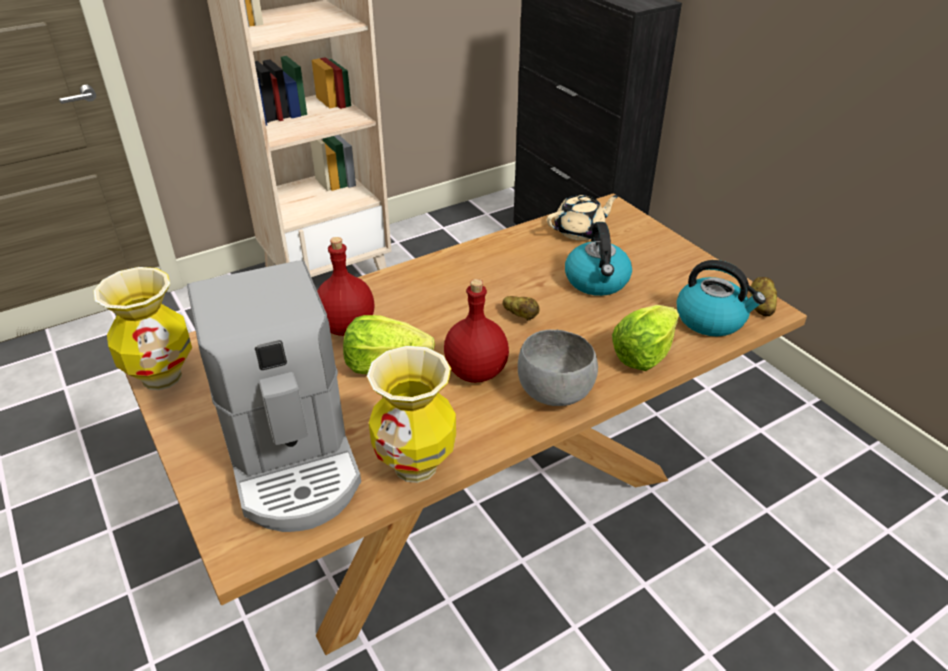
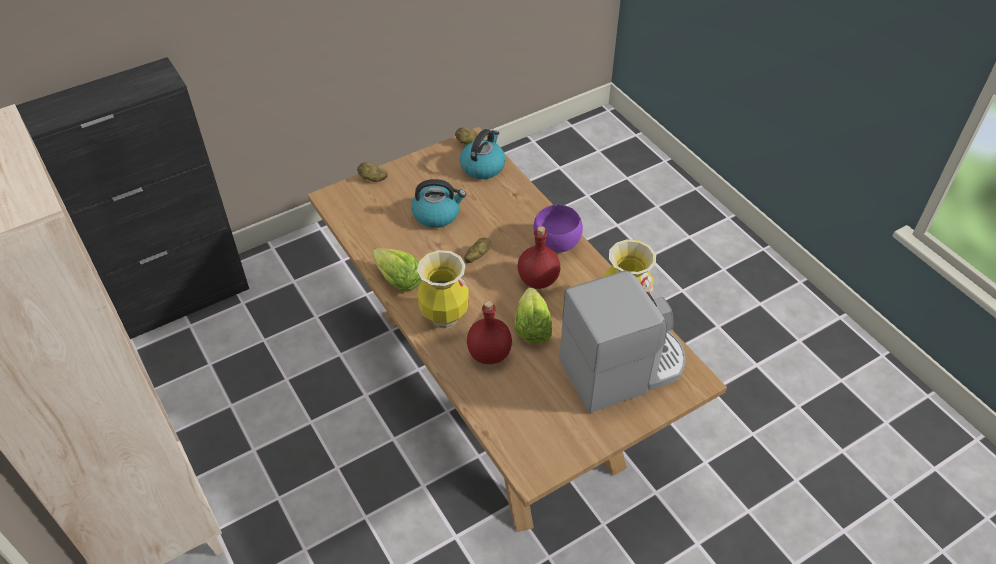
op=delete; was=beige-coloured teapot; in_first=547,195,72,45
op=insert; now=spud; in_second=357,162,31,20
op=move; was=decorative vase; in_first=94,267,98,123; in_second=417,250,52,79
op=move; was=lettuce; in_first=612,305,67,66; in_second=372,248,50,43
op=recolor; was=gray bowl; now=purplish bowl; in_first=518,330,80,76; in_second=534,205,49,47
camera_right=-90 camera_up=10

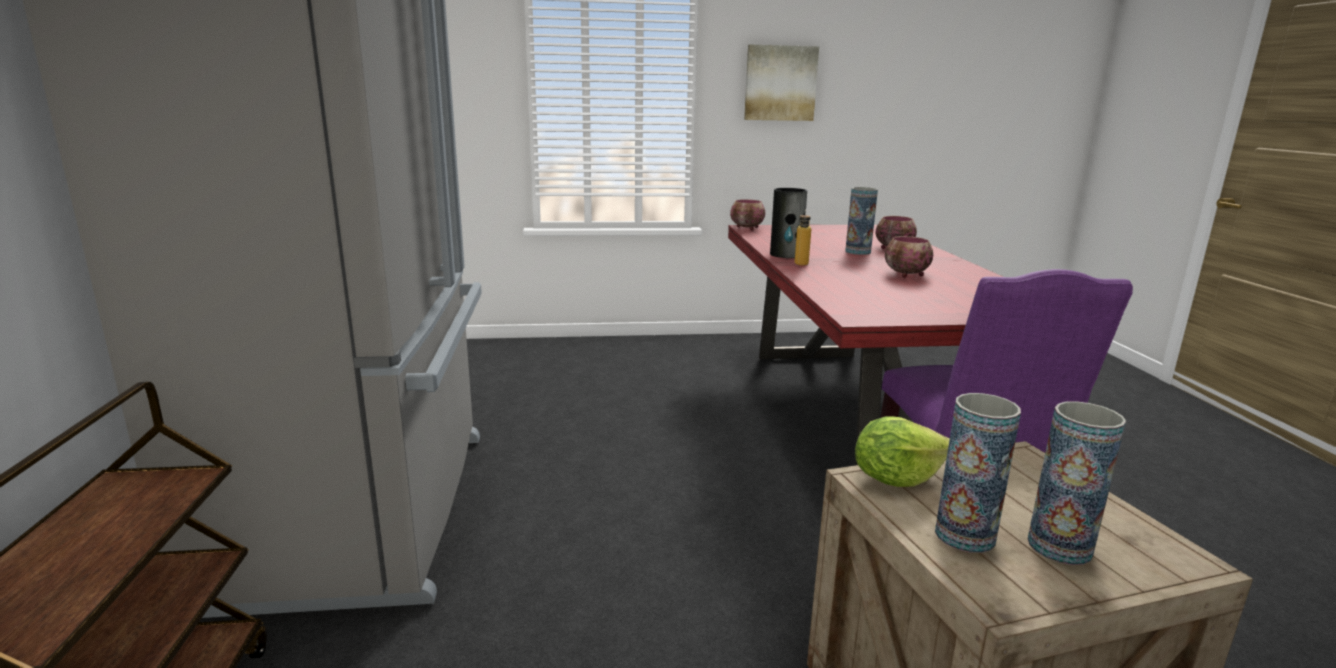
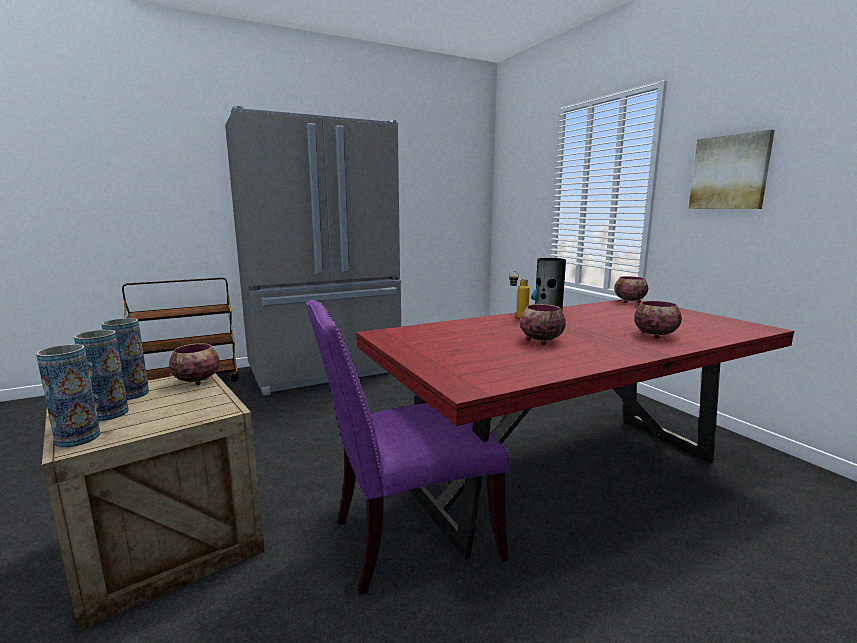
op=move; was=decorative vase; in_first=845,187,33,68; in_second=36,344,64,104
op=replace; was=lettuce; now=bowl; in_first=855,416,95,71; in_second=169,343,51,42
camera_right=70 camera_up=-5

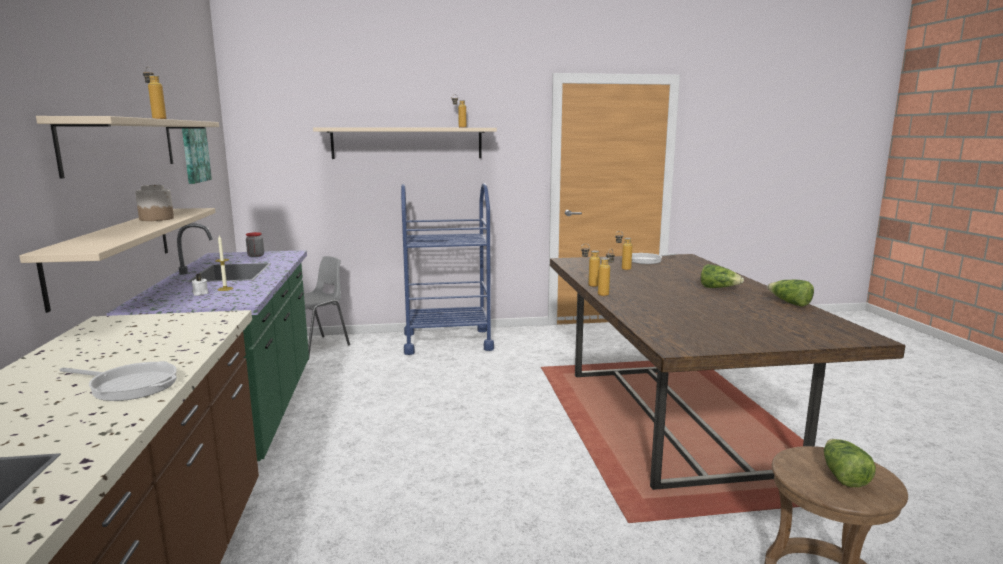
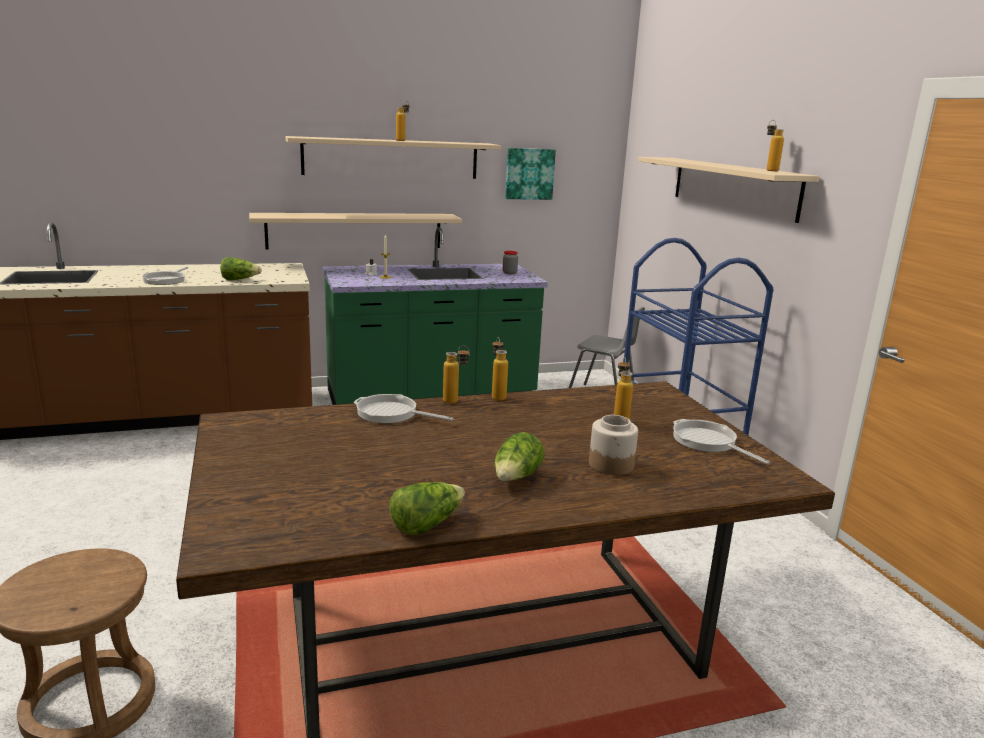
op=insert; now=pan; in_second=354,394,100,29
op=move; was=preserve jar; in_first=135,185,39,36; in_second=589,415,49,60
op=move; was=lettuce; in_first=824,439,52,48; in_second=221,257,41,23
camera_right=80 camera_up=5

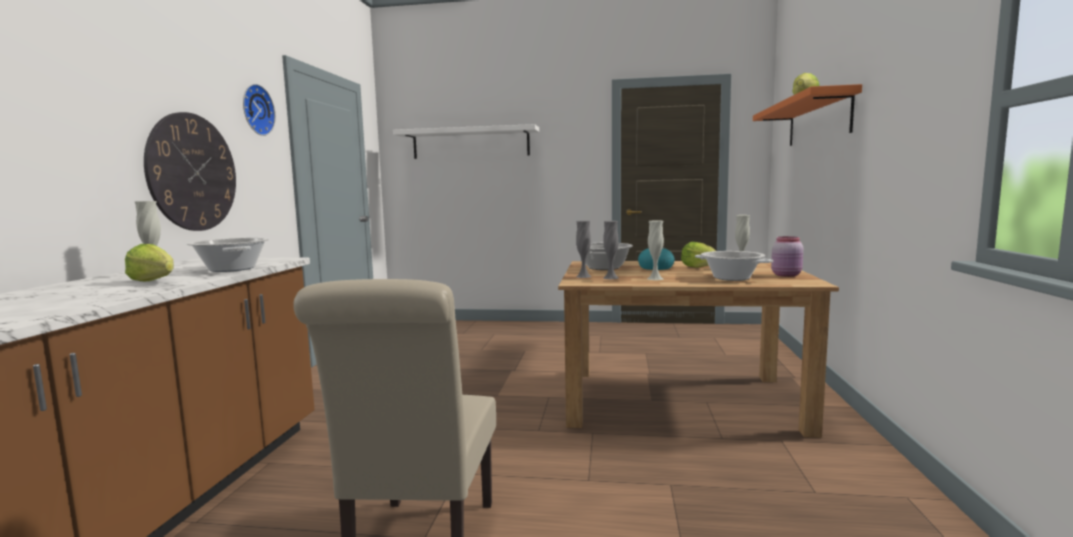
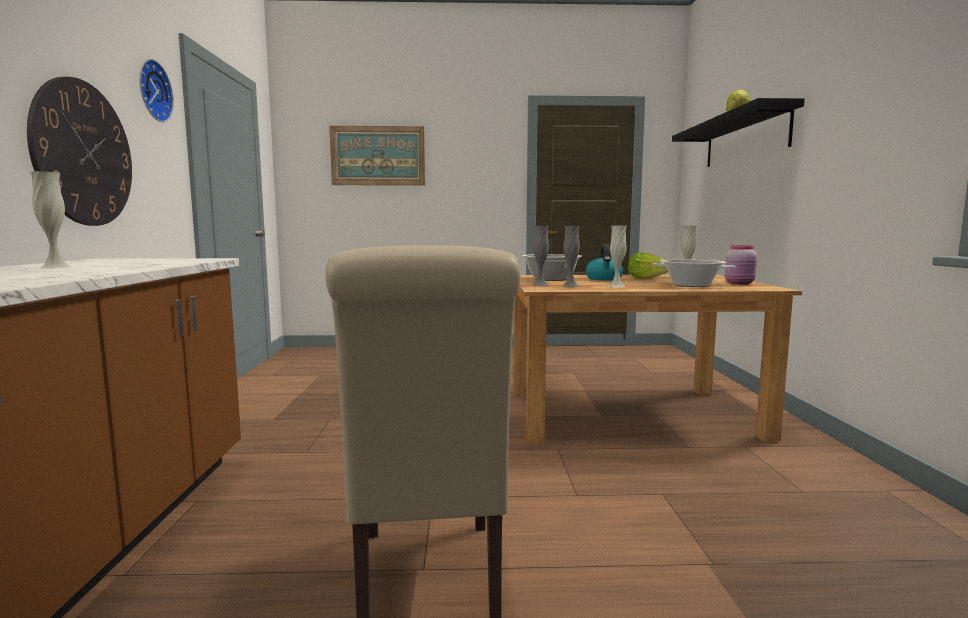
op=delete; was=lettuce; in_first=125,244,49,37
op=delete; was=cooking pot; in_first=187,237,82,35
op=replace; was=whitish wall shelf; now=picture; in_first=393,124,146,35; in_second=329,126,96,60
op=recolor; was=orange-coloured wall shelf; now=black-coloured wall shelf; in_first=753,84,109,62; in_second=672,98,133,69
camera_right=-10 camera_up=0

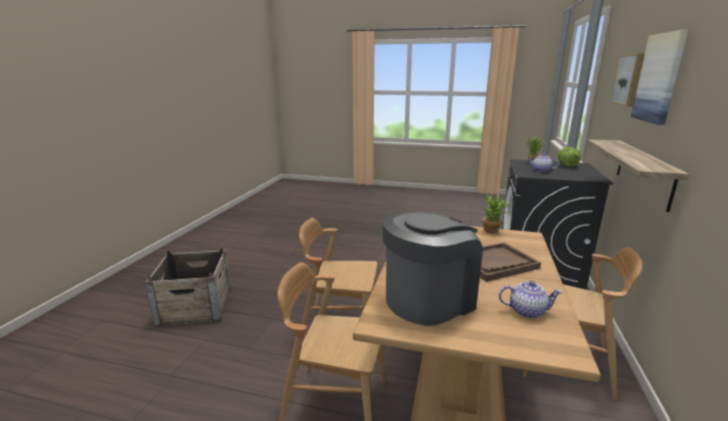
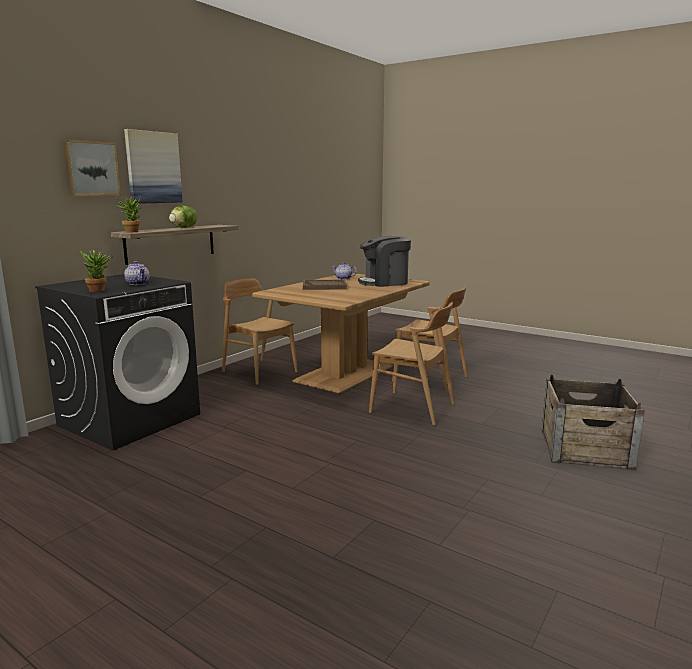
op=move; was=plant in a pot; in_first=482,193,31,40; in_second=116,196,25,36
op=move; was=lettuce; in_first=558,147,23,20; in_second=169,205,28,23
camera_right=-160 camera_up=-5

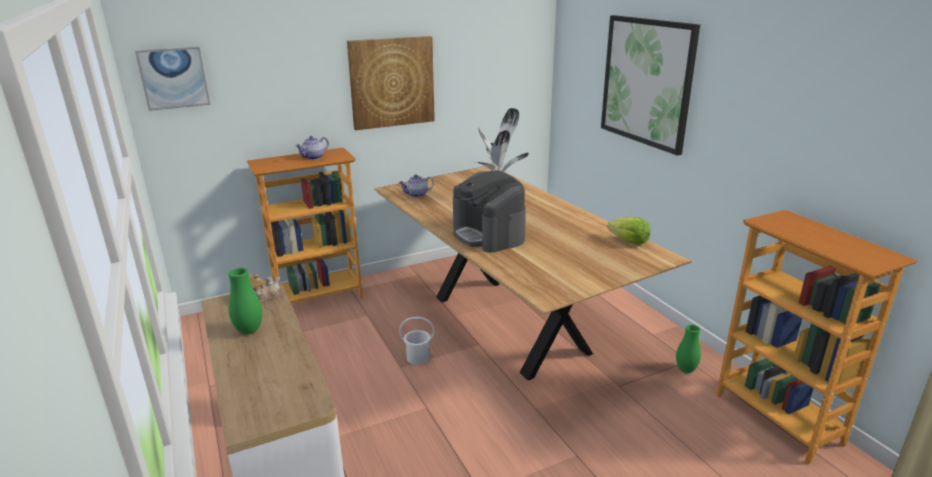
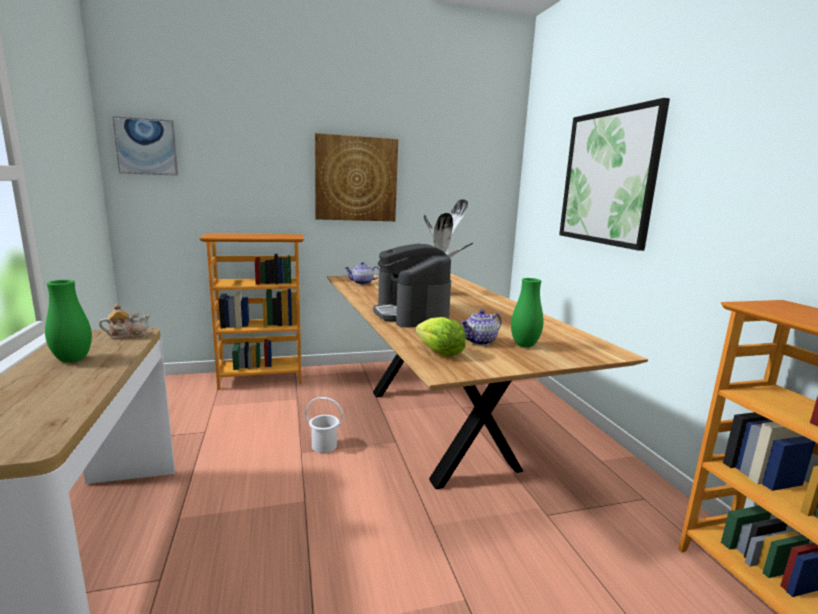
op=move; was=teapot; in_first=295,136,34,24; in_second=460,310,41,35
op=move; was=lettuce; in_first=607,217,43,28; in_second=415,317,51,40
op=move; was=green-coloured decorative vase; in_first=676,324,25,49; in_second=511,278,32,69
camera_right=10 camera_up=-10

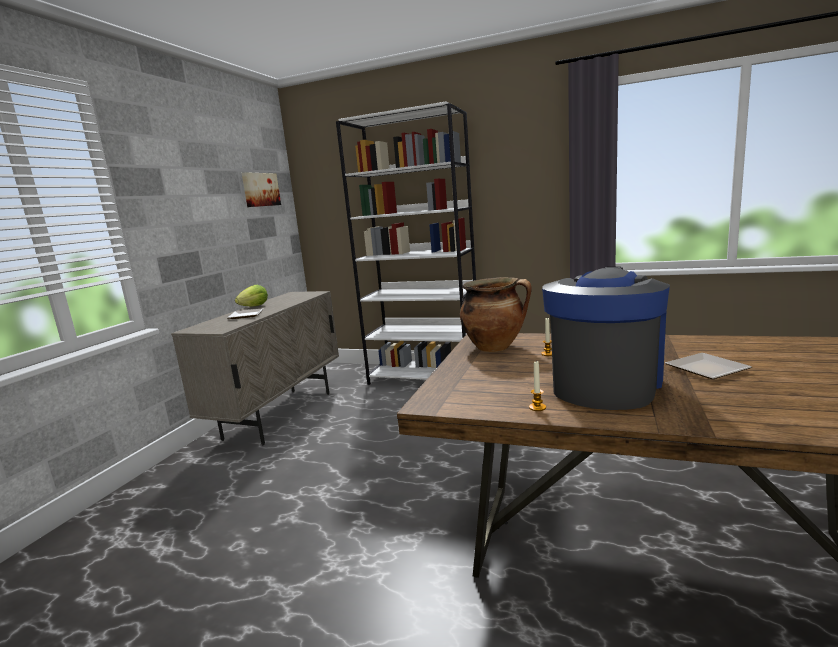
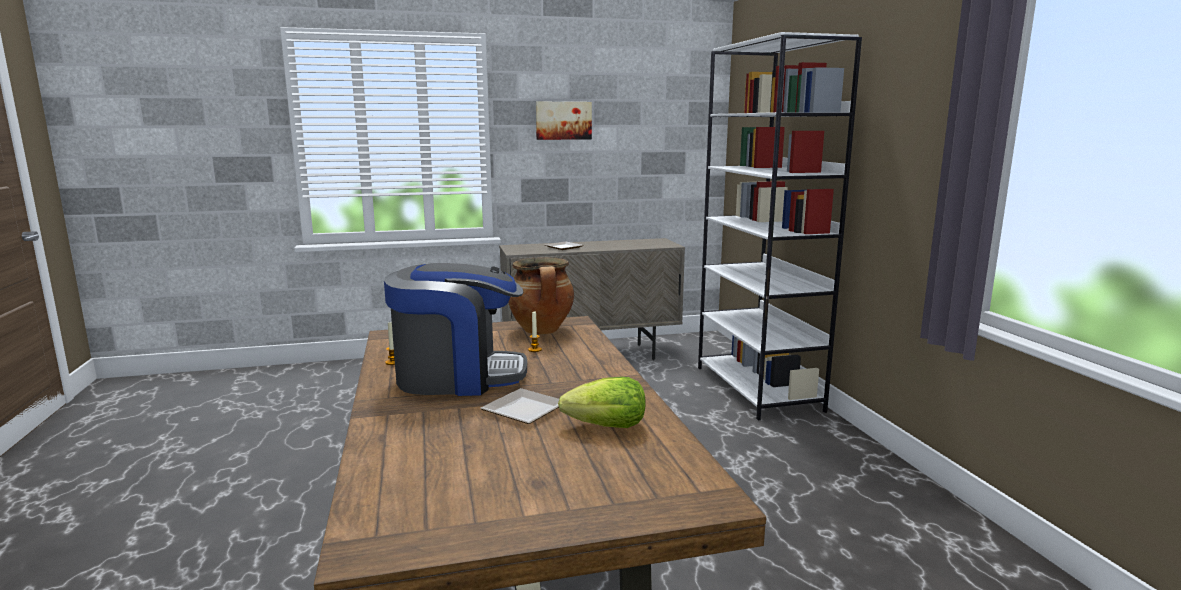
op=move; was=lettuce; in_first=235,285,33,21; in_second=558,377,88,51
op=move; was=picture; in_first=242,172,39,35; in_second=536,102,56,38
camera_right=55 camera_up=0

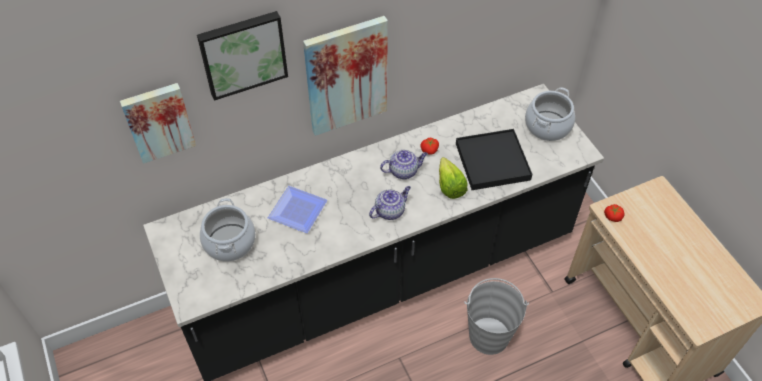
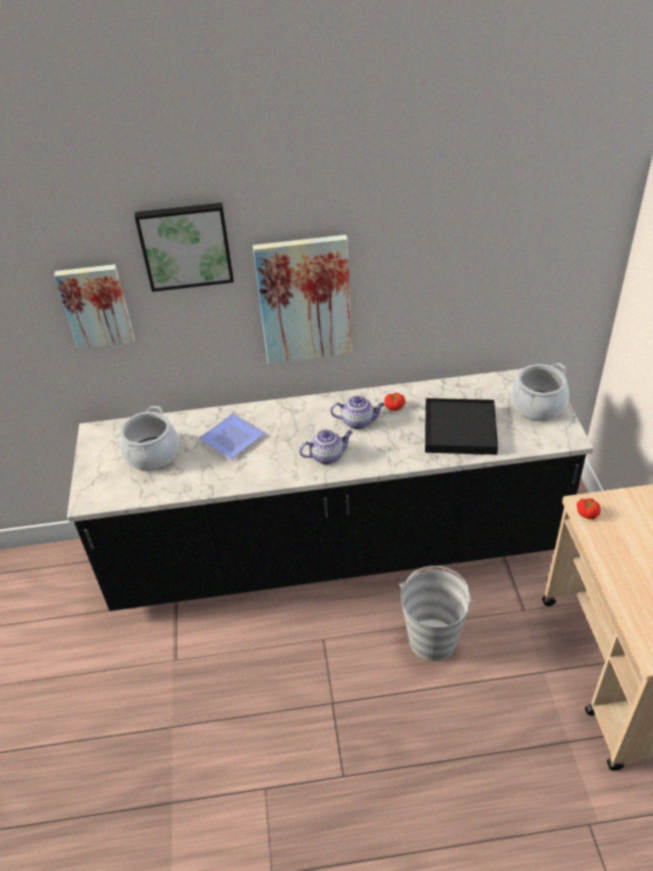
op=delete; was=lettuce; in_first=439,157,29,42
camera_right=20 camera_up=-10

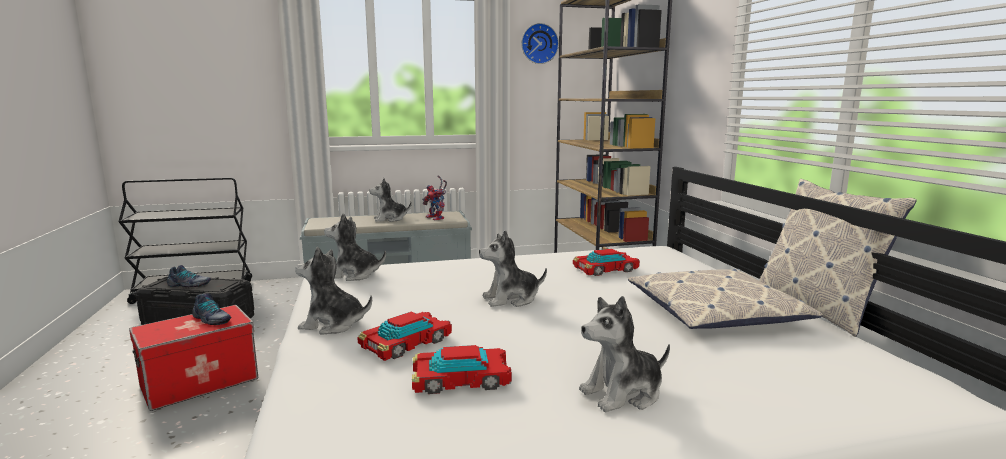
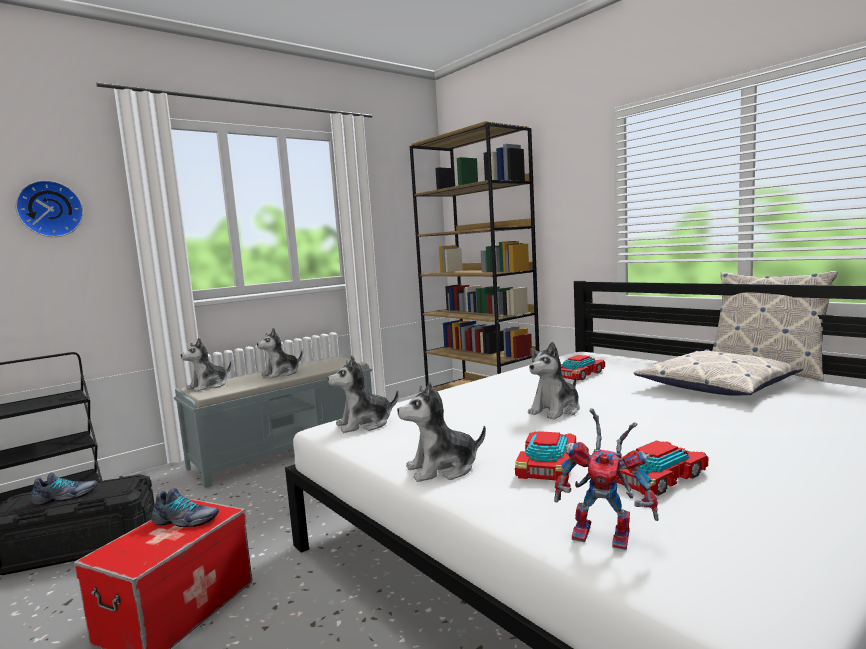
op=move; was=robot figure; in_first=422,175,25,45; in_second=554,408,105,142
op=move; was=hanging clock; in_first=521,23,38,41; in_second=15,180,69,57
op=move; was=cuddly toy; in_first=579,296,91,116; in_second=181,338,50,53
camera_right=-25 camera_up=-5

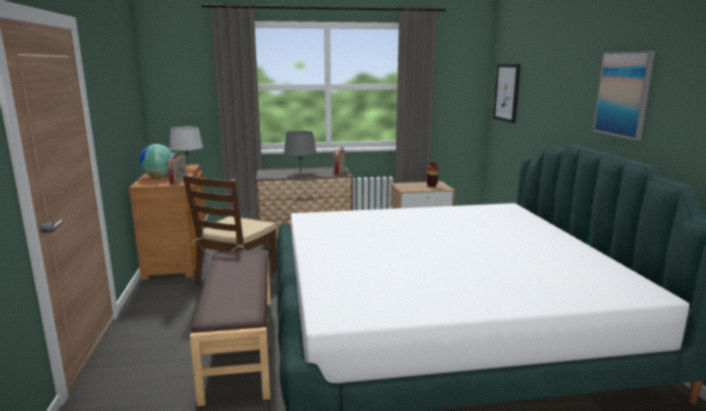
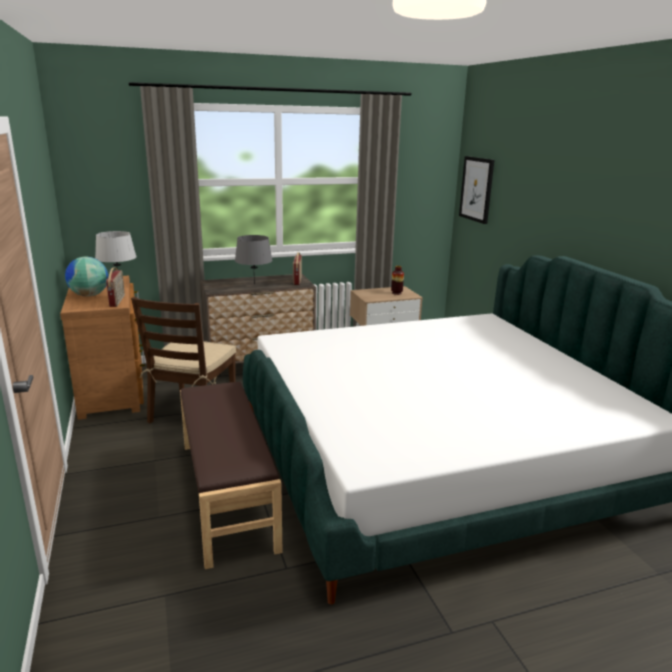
op=delete; was=picture; in_first=593,51,62,89
camera_right=-10 camera_up=5

